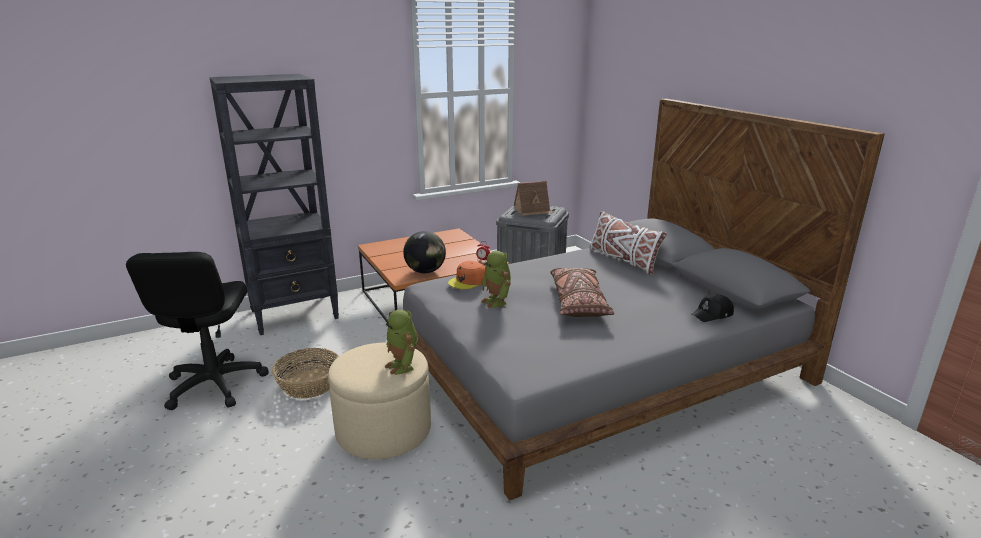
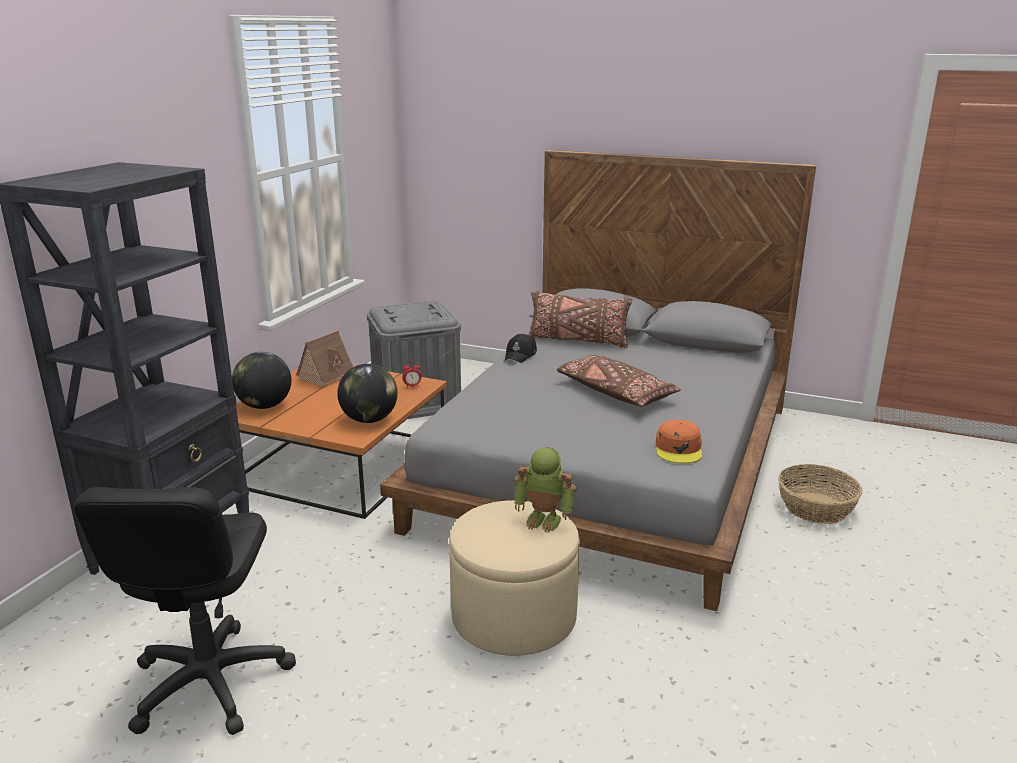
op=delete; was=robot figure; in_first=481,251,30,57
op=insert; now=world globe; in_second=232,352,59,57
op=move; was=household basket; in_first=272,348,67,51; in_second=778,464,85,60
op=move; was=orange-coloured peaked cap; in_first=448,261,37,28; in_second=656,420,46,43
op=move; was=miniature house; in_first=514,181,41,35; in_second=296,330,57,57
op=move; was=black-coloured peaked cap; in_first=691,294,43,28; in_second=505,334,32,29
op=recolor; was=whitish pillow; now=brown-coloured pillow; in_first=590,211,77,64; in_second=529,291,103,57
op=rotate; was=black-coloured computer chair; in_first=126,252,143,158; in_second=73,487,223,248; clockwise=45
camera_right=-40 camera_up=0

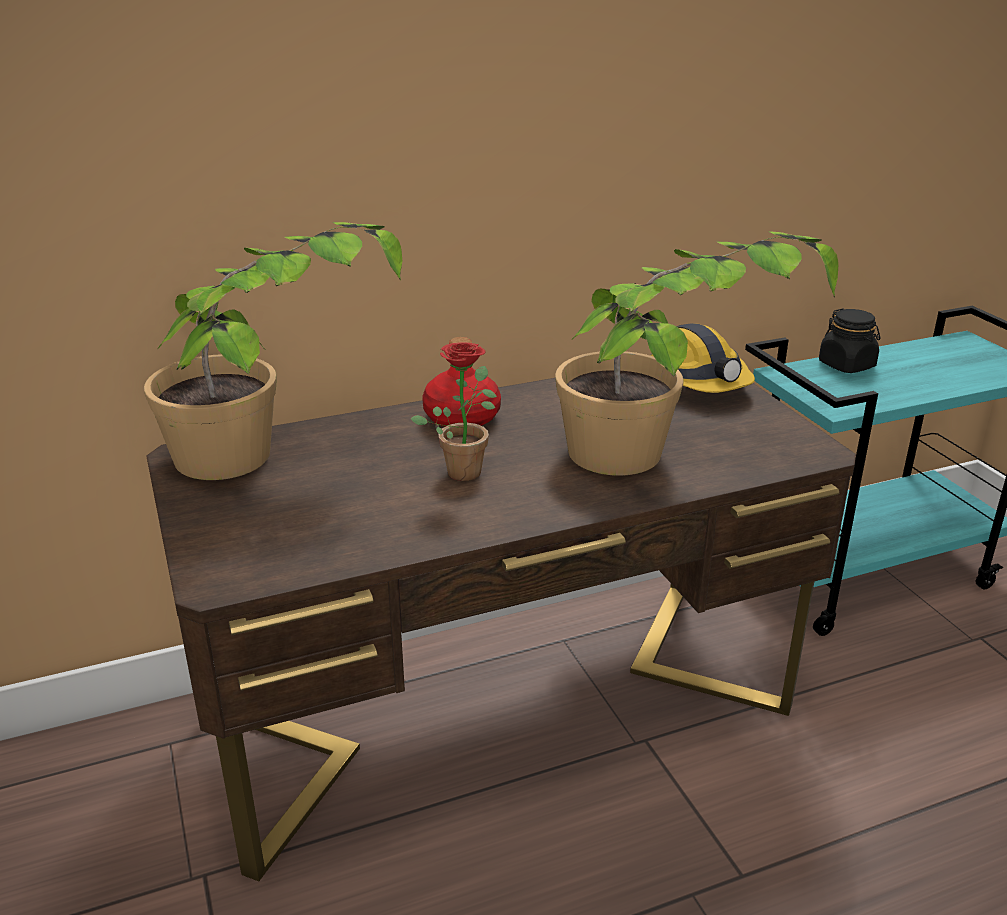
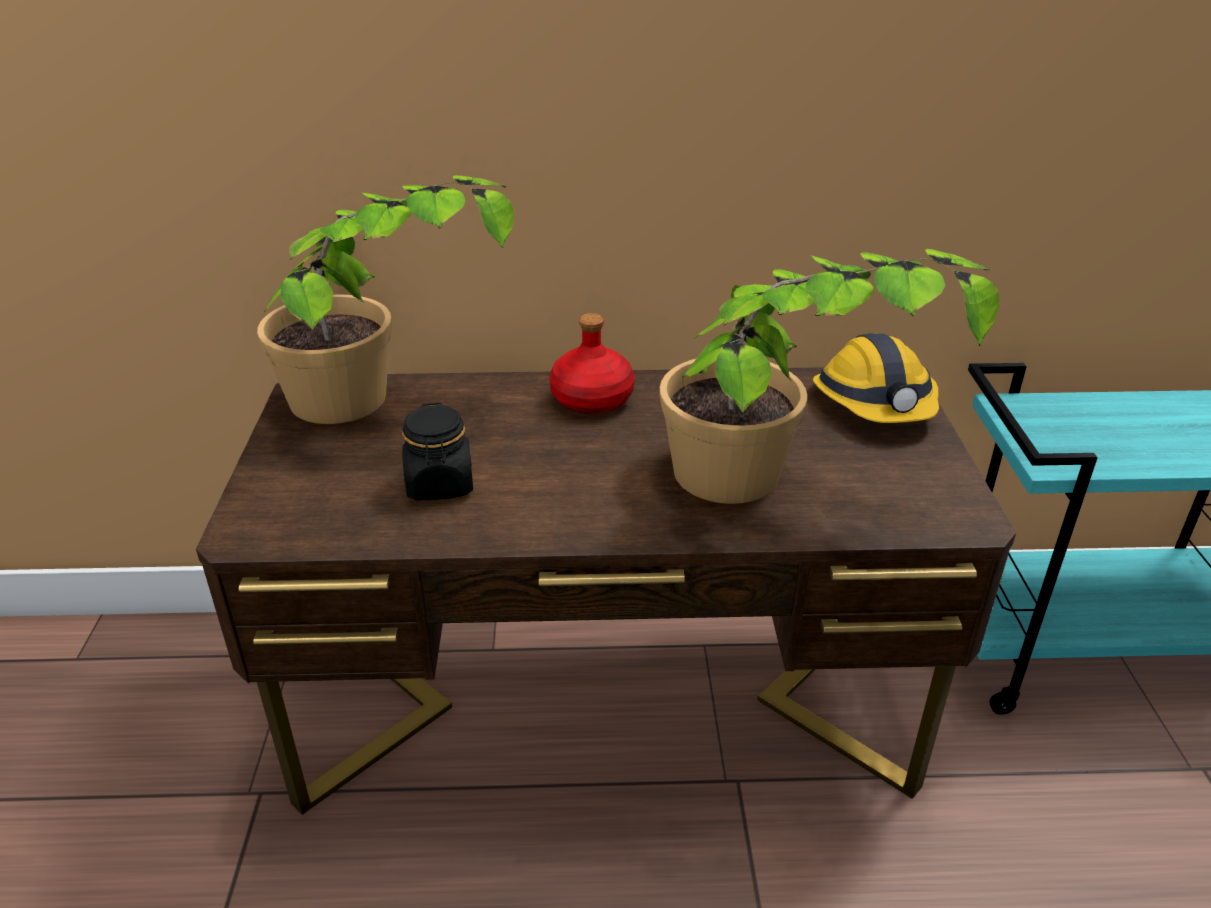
op=delete; was=plant in a pot; in_first=410,342,87,139
op=move; was=black-coloured preserve jar; in_first=819,308,61,65; in_second=402,402,71,99
camera_right=20 camera_up=5

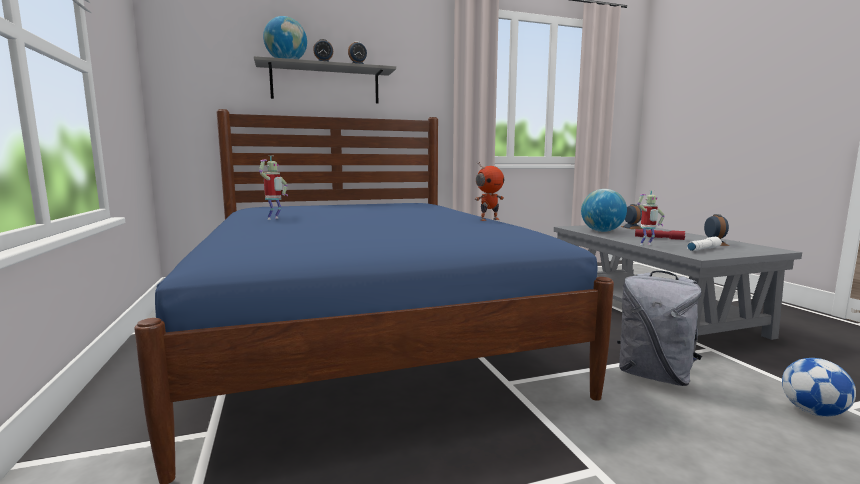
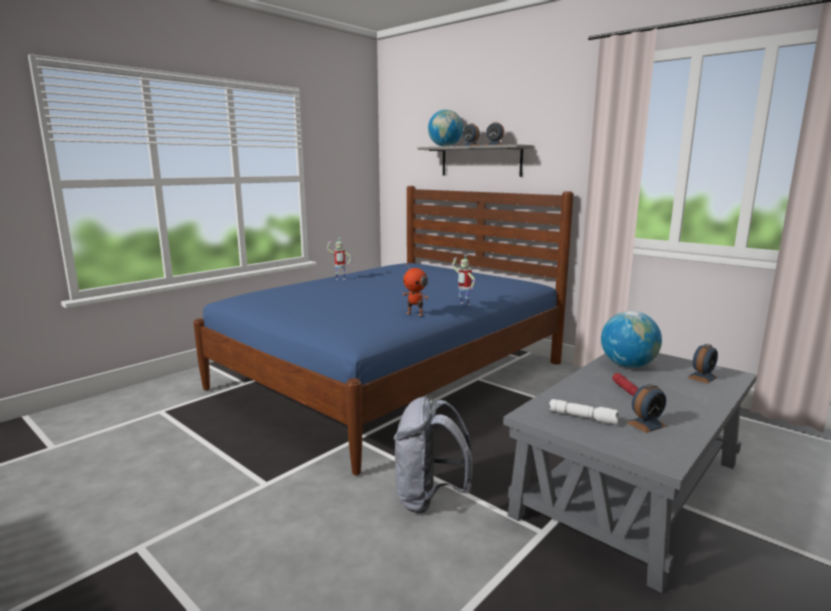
op=delete; was=ball for football; in_first=782,358,74,59
op=move; was=robot figure; in_first=637,190,28,55; in_second=452,255,24,50
camera_right=60 camera_up=5

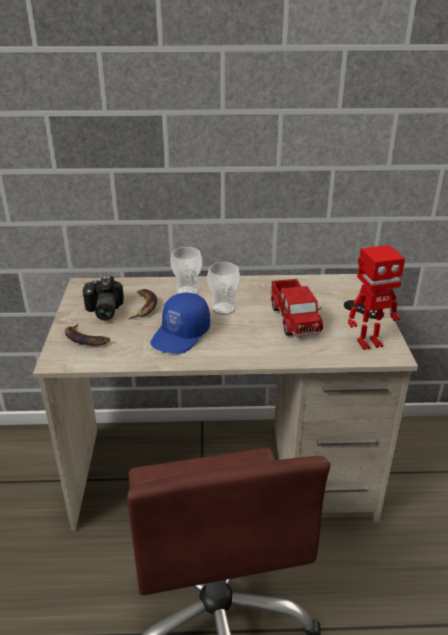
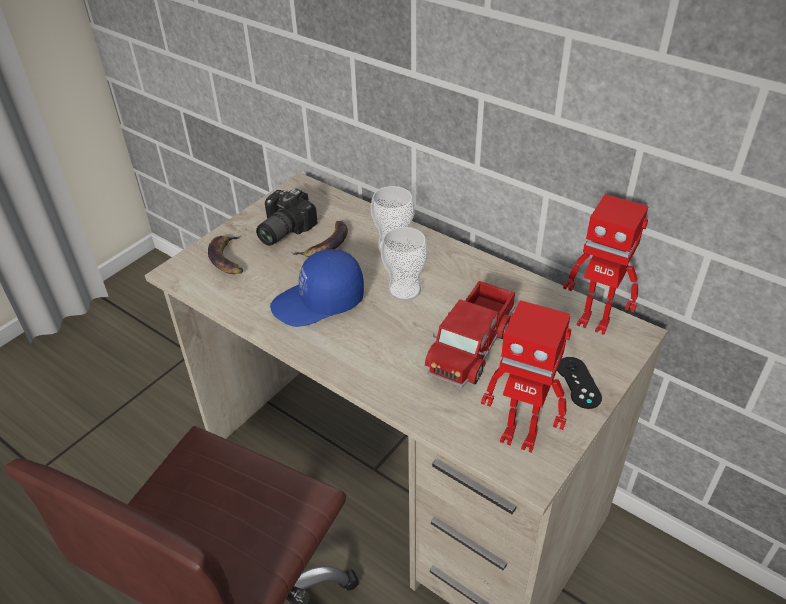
op=insert; now=robot figure; in_second=563,194,86,141
camera_right=40 camera_up=10

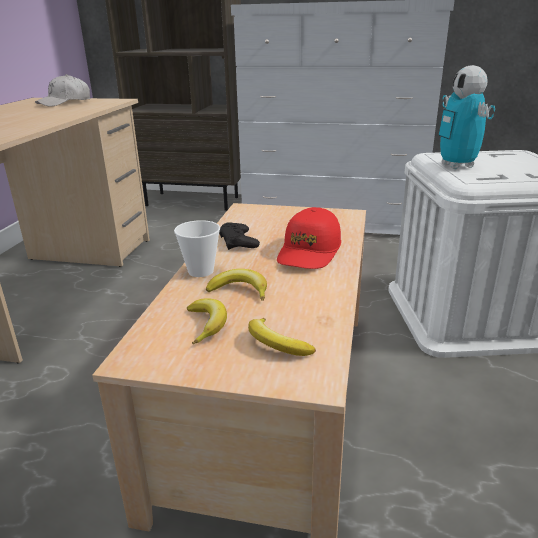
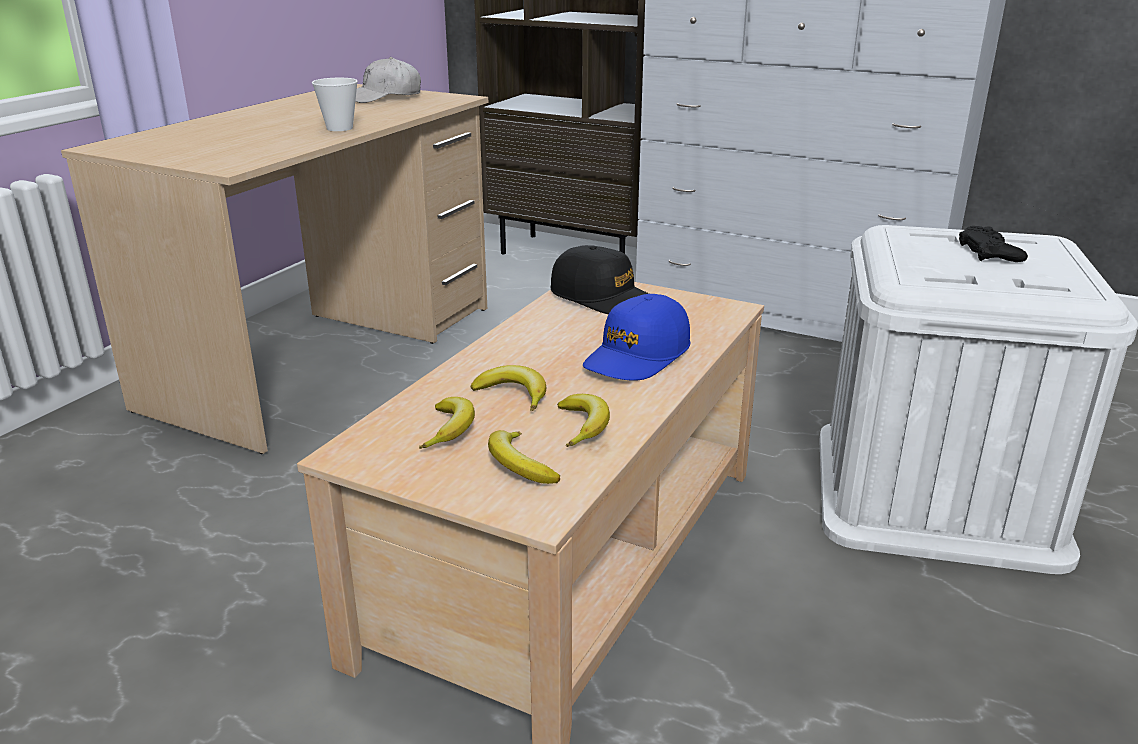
op=delete; was=robot figure; in_first=438,65,57,104
op=insert; now=black-coloured peaked cap; in_second=551,245,98,69
op=insert; now=whole banana; in_second=557,394,53,53
op=move; was=small cup; in_first=174,220,46,57; in_second=312,78,46,53
op=move; was=black-coloured gamepad; in_first=219,222,41,28; in_second=959,226,69,36
op=recolor; was=reddish peaked cap; now=blue-coloured peaked cap; in_first=277,207,64,62; in_second=583,294,107,87
camera_right=15 camera_up=0

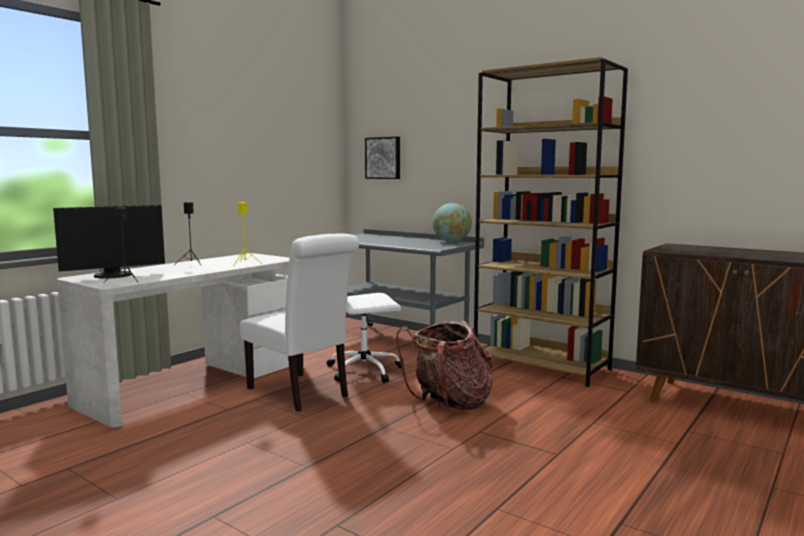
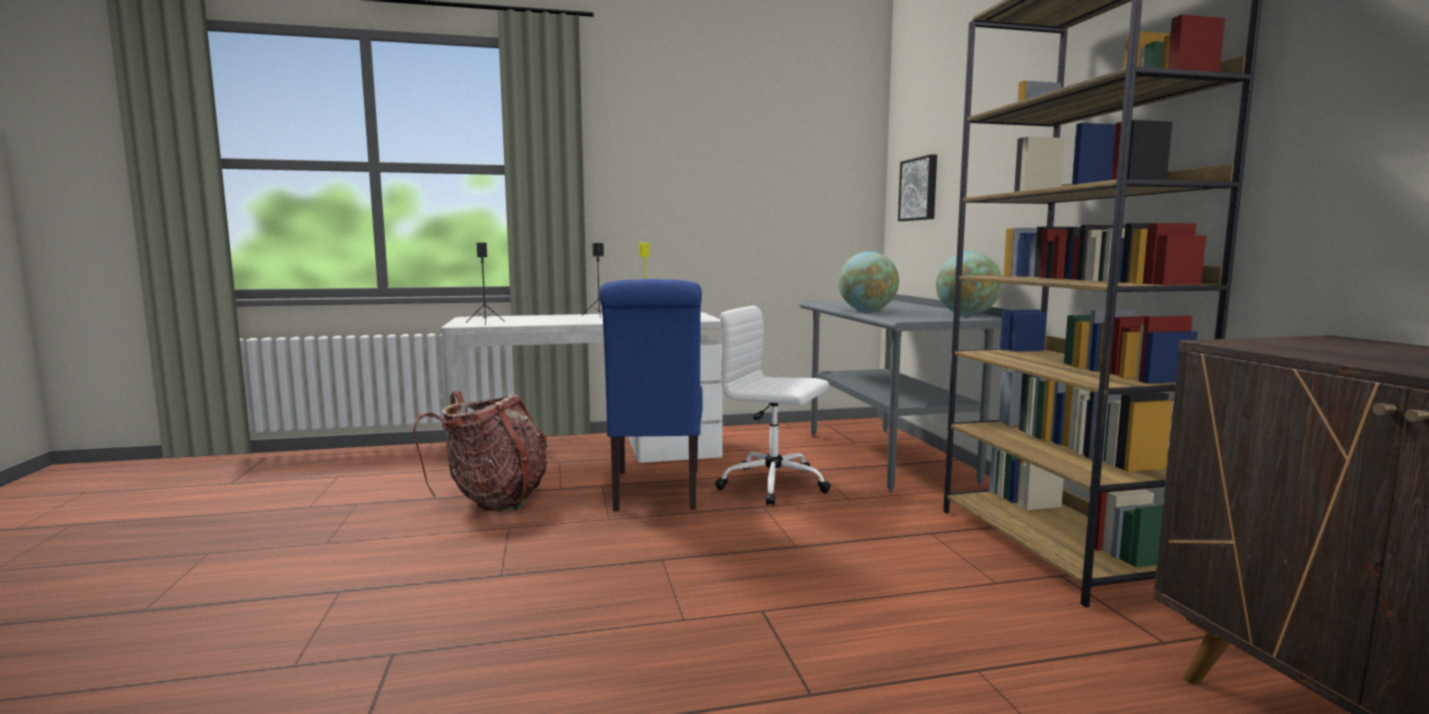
op=delete; was=computer display; in_first=53,205,112,74
op=insert; now=world globe; in_second=839,252,60,59
op=move; was=rucksack; in_first=396,321,97,89; in_second=413,391,135,121
op=recolor; was=whitish plain chair; now=blue-coloured plain chair; in_first=240,233,119,179; in_second=599,279,104,232
camera_right=40 camera_up=0

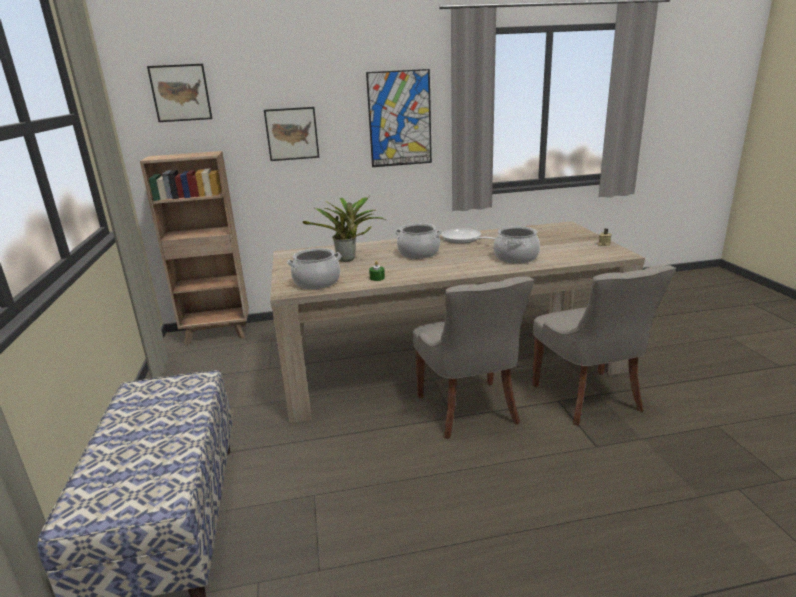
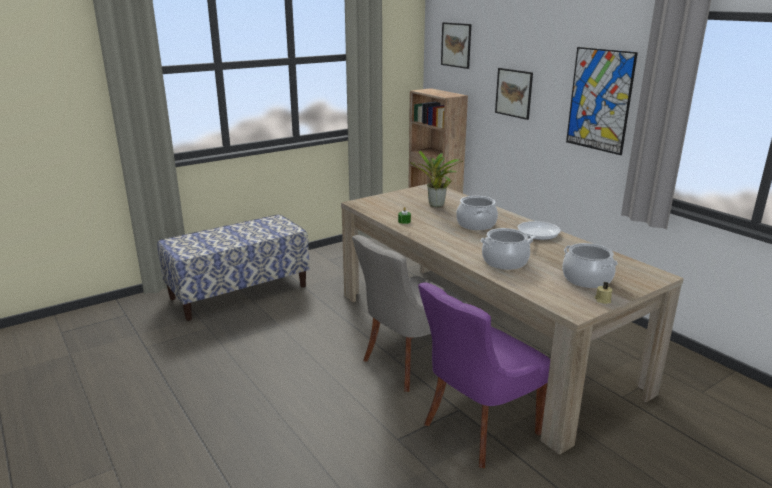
op=move; was=cooking pot; in_first=287,248,55,41; in_second=562,243,56,45
op=recolor; was=gray plain chair; now=purplish plain chair; in_first=533,265,143,161; in_second=418,283,132,185
camera_right=65 camera_up=0

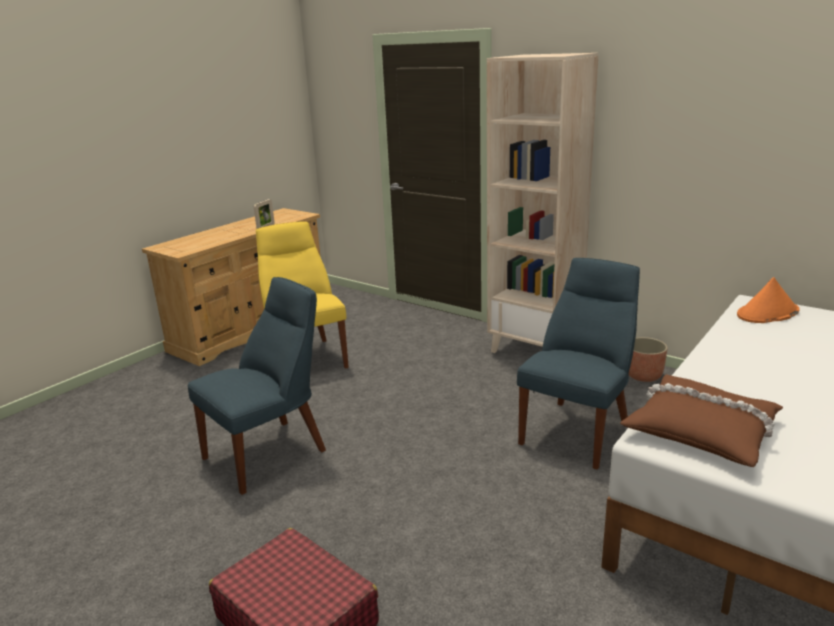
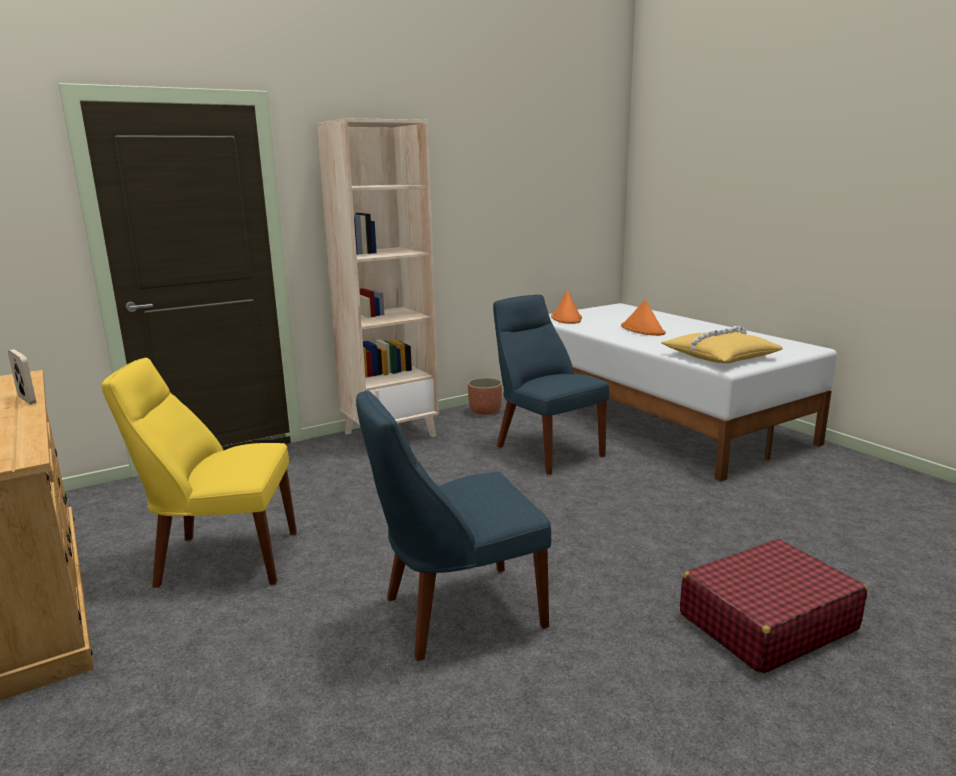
op=insert; now=orange-coloured wearable hat; in_second=621,299,45,37
op=recolor; was=brown-coloured pillow; now=yellowish pillow; in_first=620,374,163,93; in_second=661,326,122,37
op=rotate; was=blue-coloured plain chair; in_first=188,277,138,218; in_second=356,390,195,271; clockwise=-90
camera_right=-70 camera_up=-5

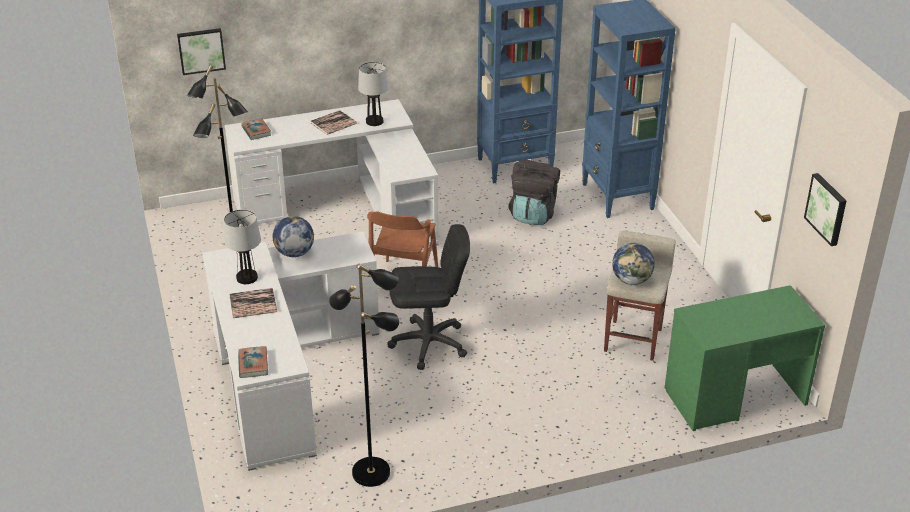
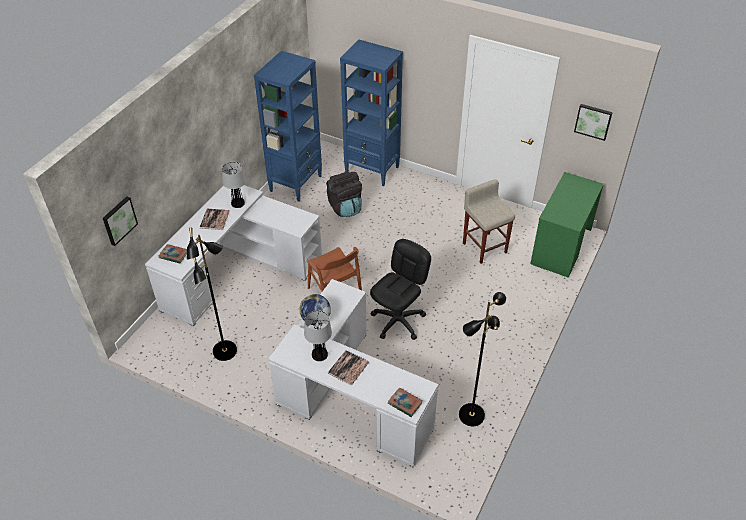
op=delete; was=world globe; in_first=612,243,43,42
camera_right=-45 camera_up=10

